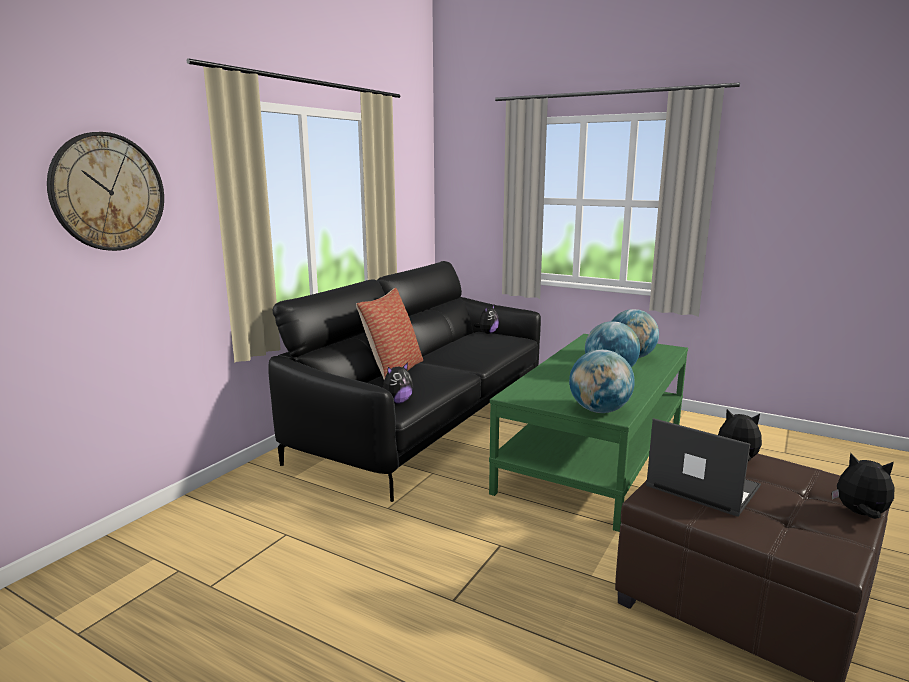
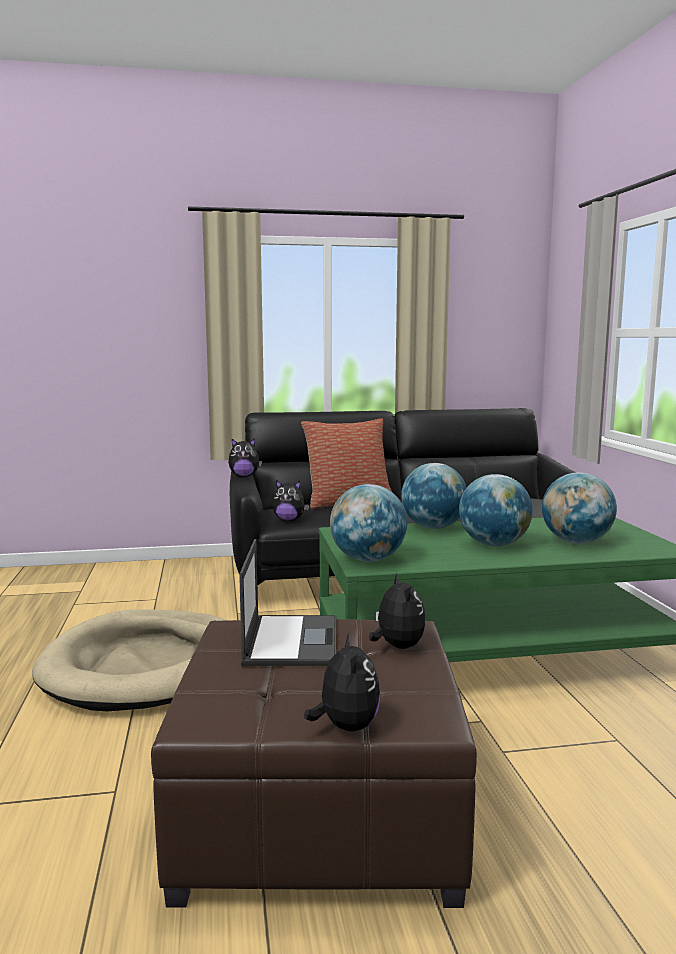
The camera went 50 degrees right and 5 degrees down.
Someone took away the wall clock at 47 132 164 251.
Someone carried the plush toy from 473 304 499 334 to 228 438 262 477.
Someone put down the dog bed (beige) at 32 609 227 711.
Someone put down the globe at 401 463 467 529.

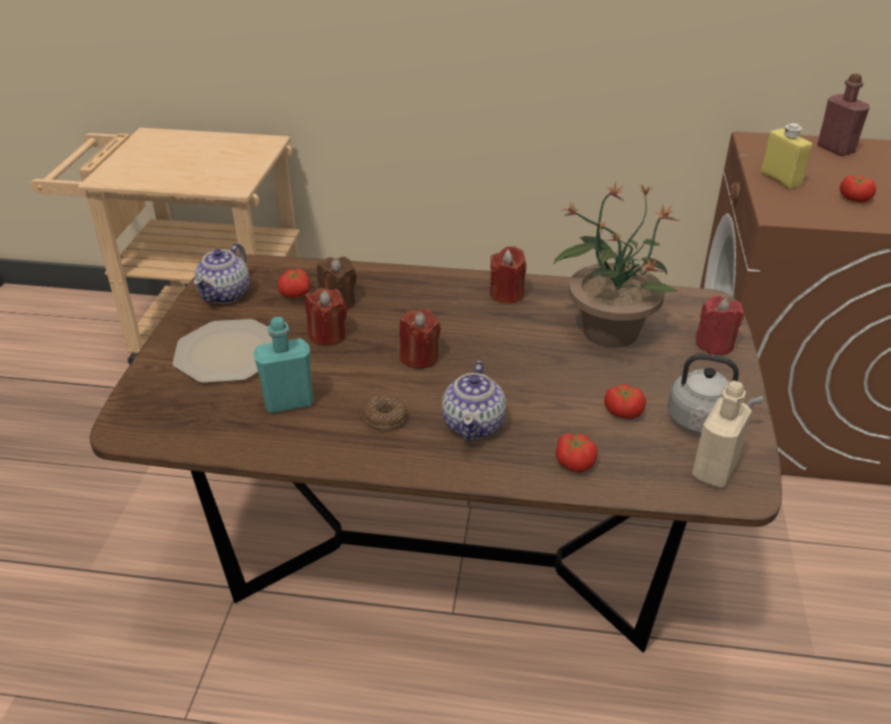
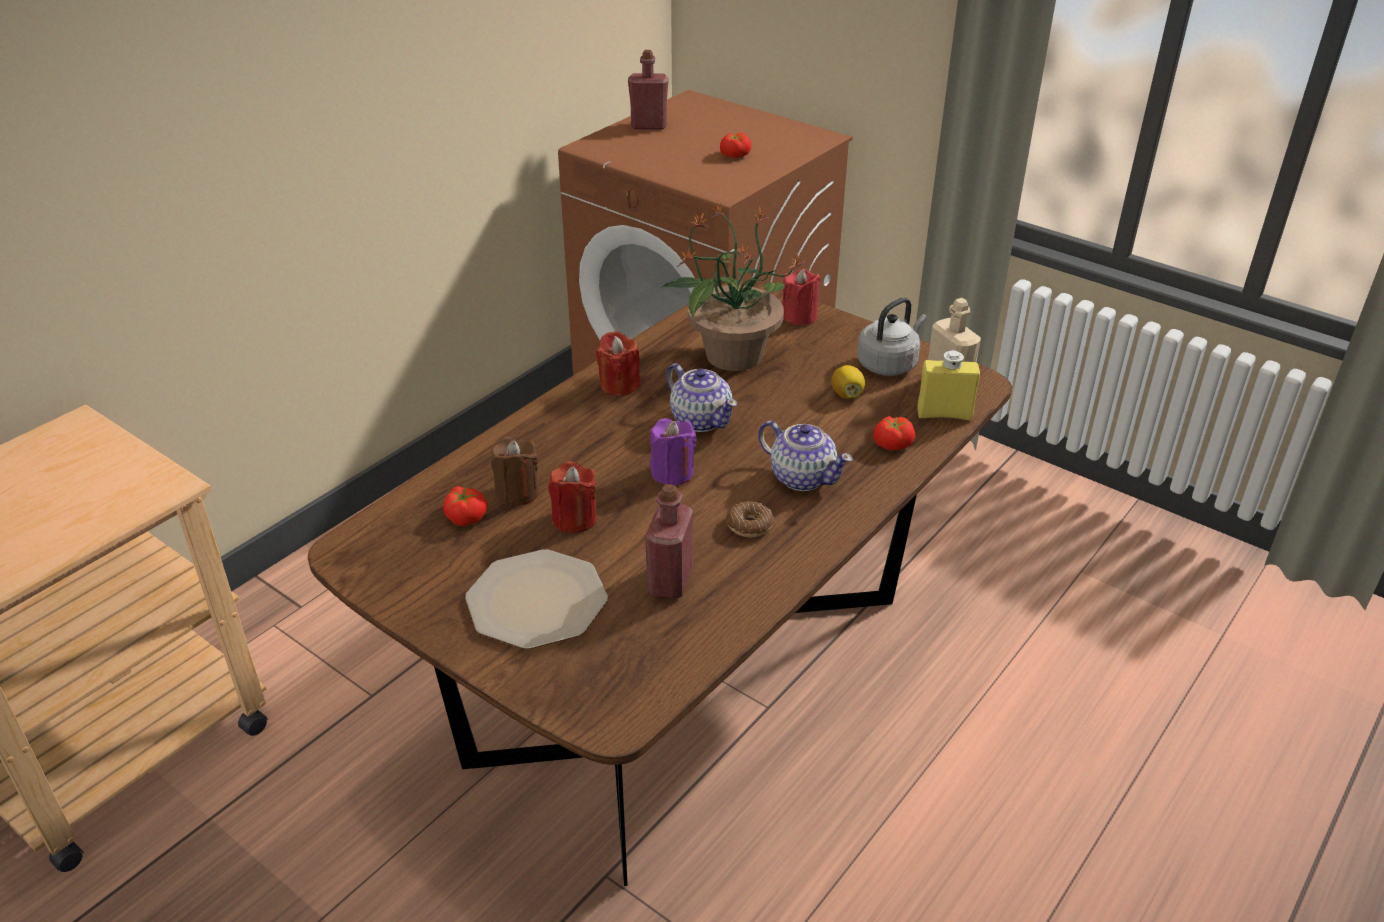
The camera went 60 degrees left and 0 degrees up.
Someone carried the teapot from 193 243 249 304 to 666 363 737 432.
Someone repainted the bottle (turquoise) at 254 317 314 413, which became the bottle (red) at 645 484 693 599.
Someone repainted the candle (red) at 399 309 441 369, which became the candle (purple) at 650 418 697 485.
Someone swapped the tomato at 604 384 646 419 for the lemon at 831 365 865 399.
Someone carried the bottle (yellow) from 761 123 813 189 to 917 350 980 420.

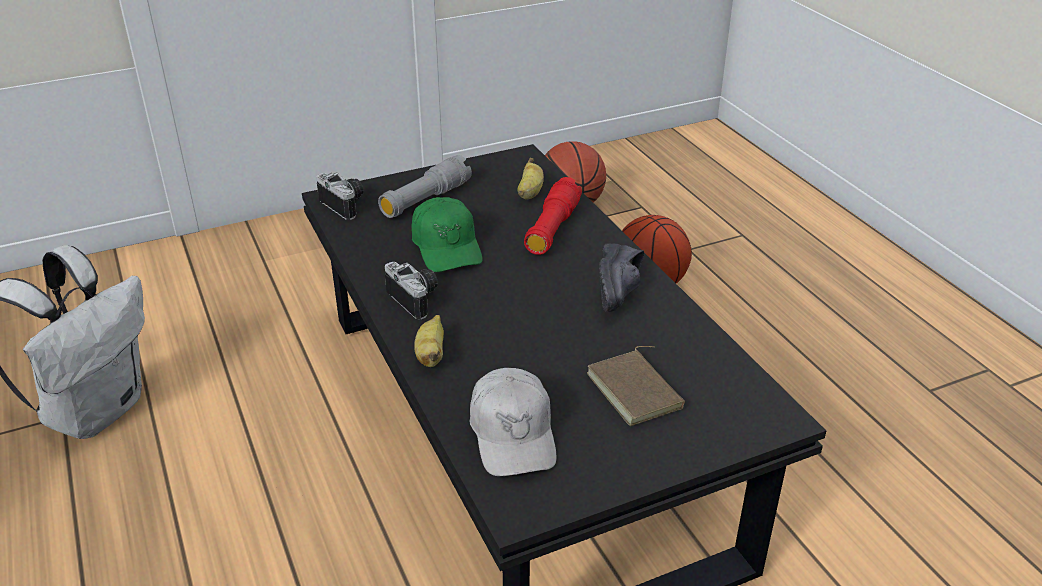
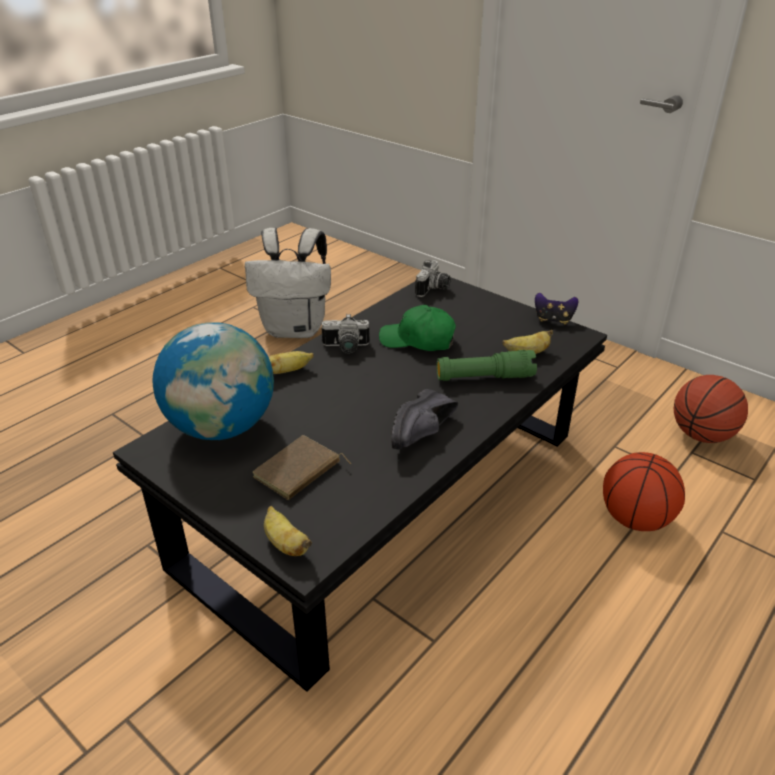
The camera went 65 degrees right and 0 degrees up.
Someone took away the flashlight (grey) at 378 155 472 218.
Someone rotated the photo camera at 385 262 438 320 by 60 degrees clockwise.
Someone rotated the cap (green) at 411 197 483 272 by 60 degrees clockwise.
Someone swapped the cap (white) at 469 368 557 476 for the globe at 152 322 274 440.
Someone repainted the flashlight (red) at 524 177 582 255, which became the flashlight (green) at 436 350 537 381.
Someone rotated the shoe (black) at 599 244 644 312 by 45 degrees counterclockwise.
Someone put down the banana at 264 506 312 556.
Someone put down the game controller at 535 293 578 324.

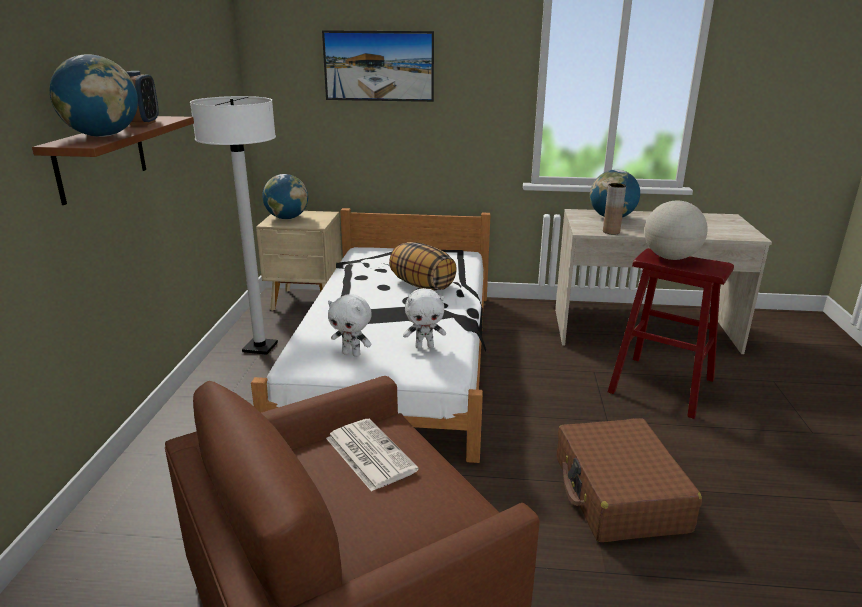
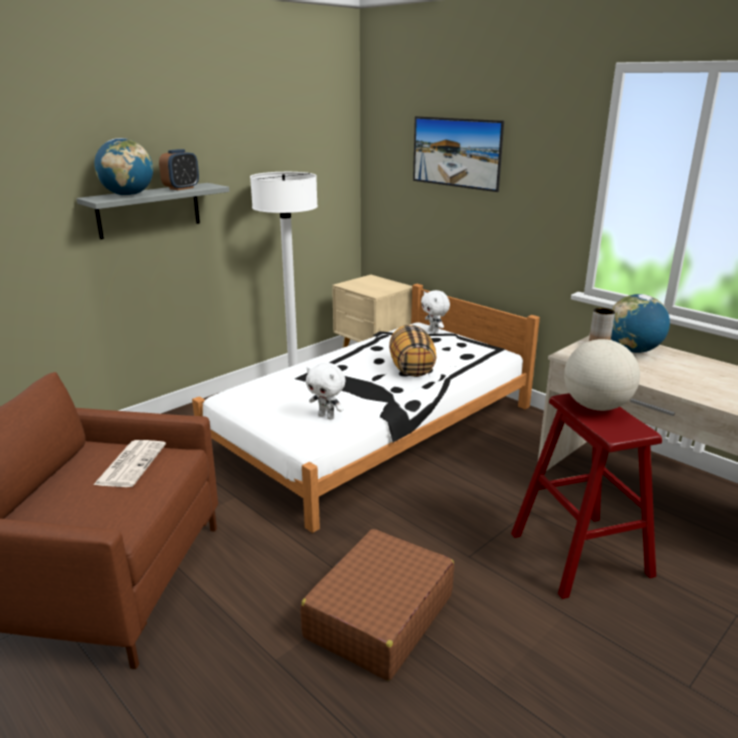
The camera went 40 degrees right and 0 degrees up.
Someone repainted the shelf (brown) at 32 116 194 205, which became the shelf (grey) at 77 183 230 239.
Someone took away the globe at 262 174 308 219.
Someone carried the plush toy (white) from 328 294 372 357 to 421 290 450 334.

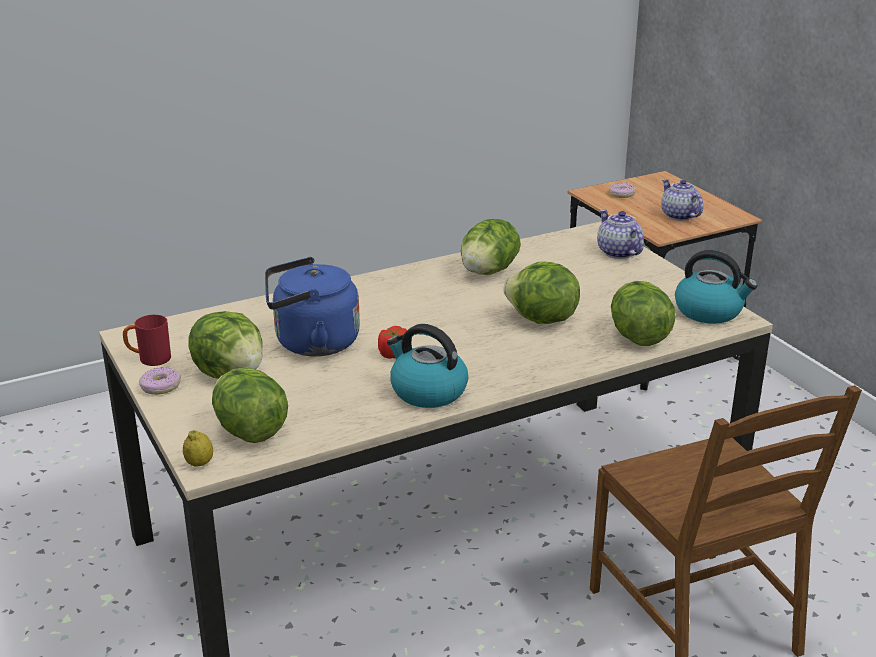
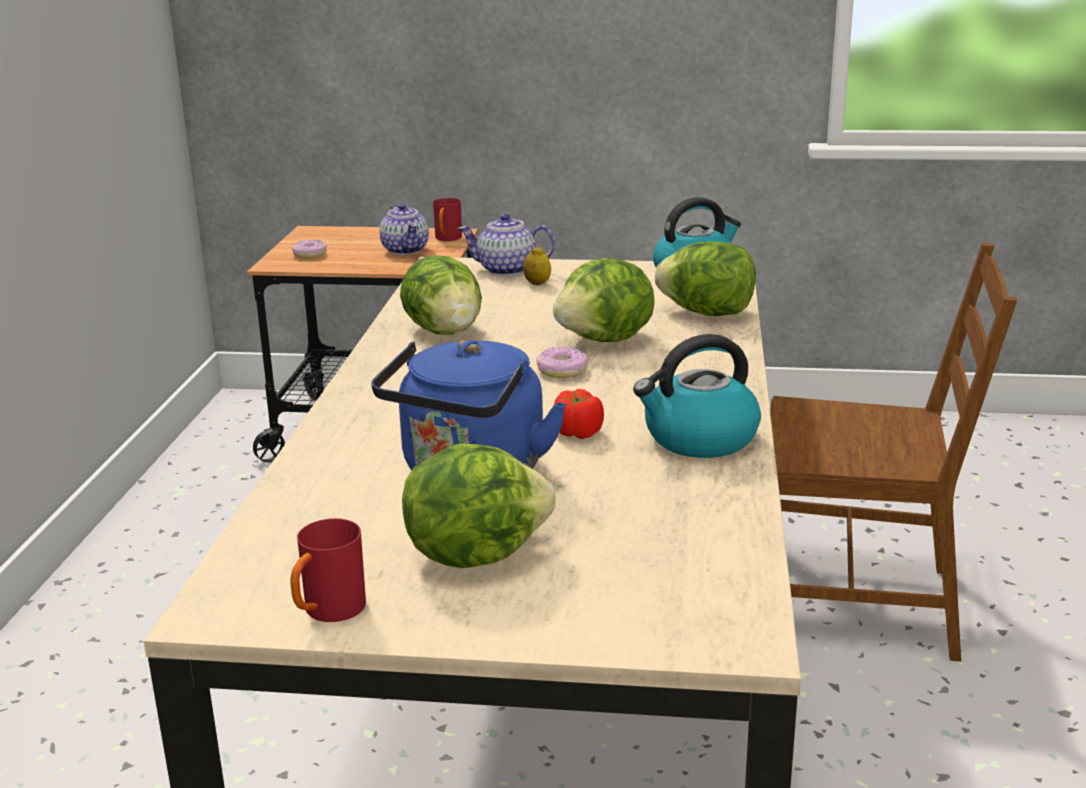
The camera went 55 degrees left and 5 degrees down.
Someone carried the donut from 139 367 181 395 to 536 347 588 378.
Someone carried the lemon from 183 430 213 467 to 523 246 551 285.
Someone took away the lettuce at 212 367 288 443.
Someone rotated the teapot at 661 179 703 221 by 120 degrees counterclockwise.
Someone put down the mug (red) at 433 198 462 241.

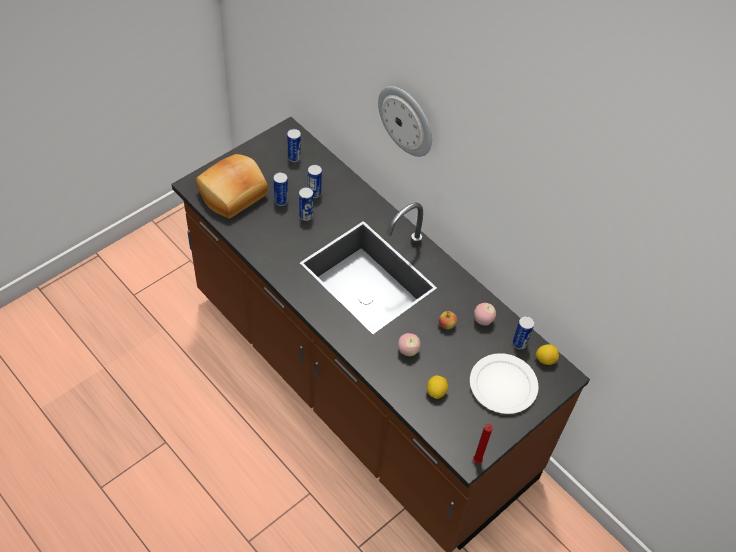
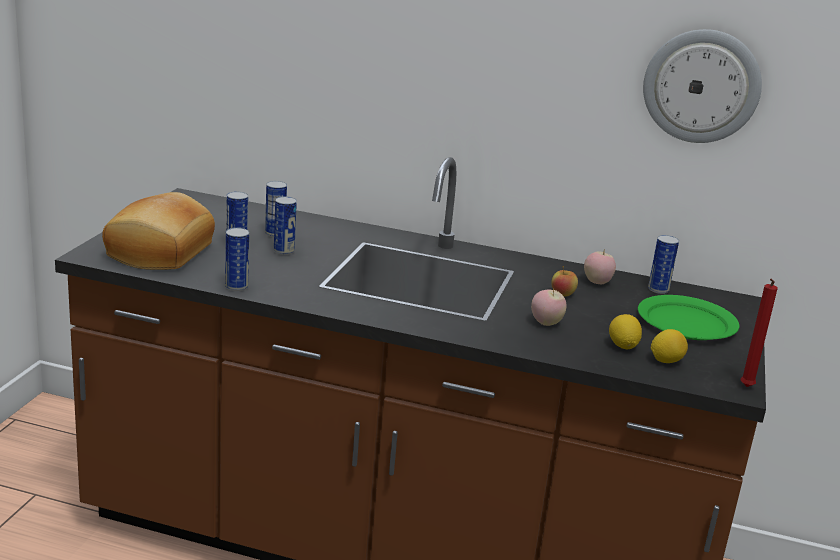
The camera went 30 degrees left and 30 degrees down.
Someone carried the can from 287 129 301 162 to 225 228 249 291.
Someone carried the wall clock from 378 86 432 157 to 643 29 762 143.
Someone repainted the plate (white) at 470 353 538 414, which became the plate (green) at 638 295 739 340.
Someone carried the lemon from 536 344 559 365 to 651 329 688 363.

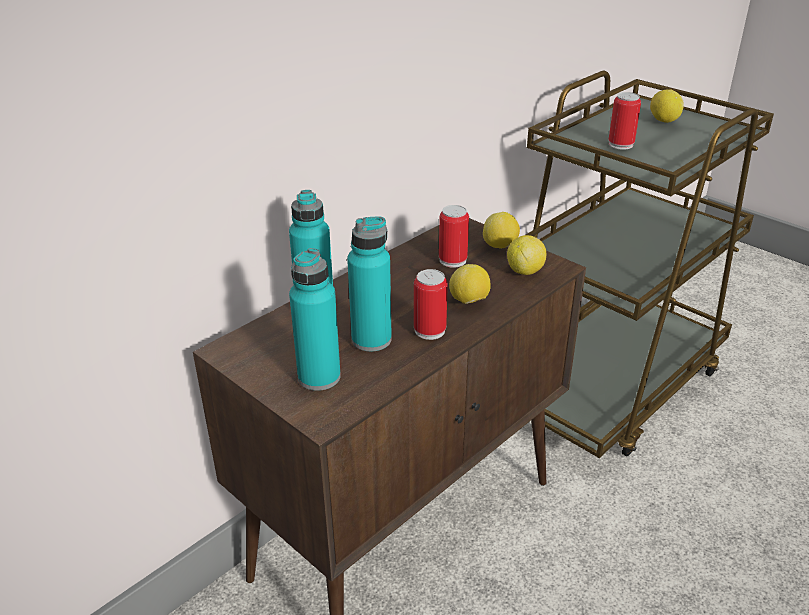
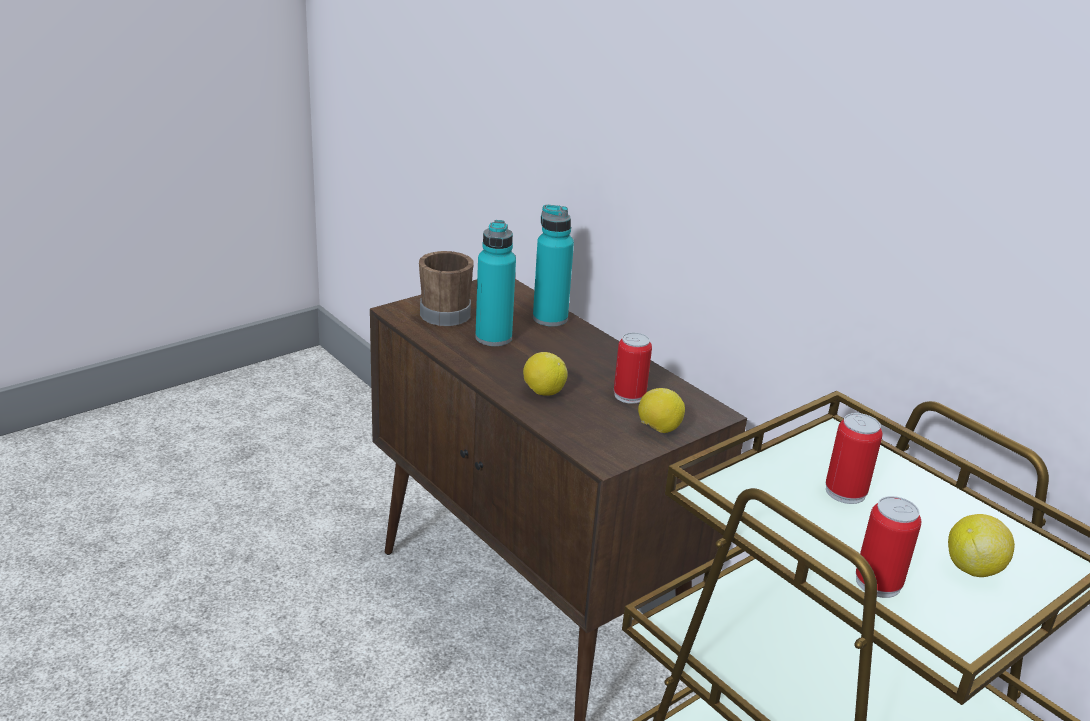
The camera went 95 degrees right and 5 degrees down.
Someone swapped the bottle (turquoise) at 289 248 341 391 for the mug (brown) at 419 251 474 327.
Someone carried the can from 414 269 448 340 to 856 496 921 598.
Someone took away the lemon at 507 235 546 275.

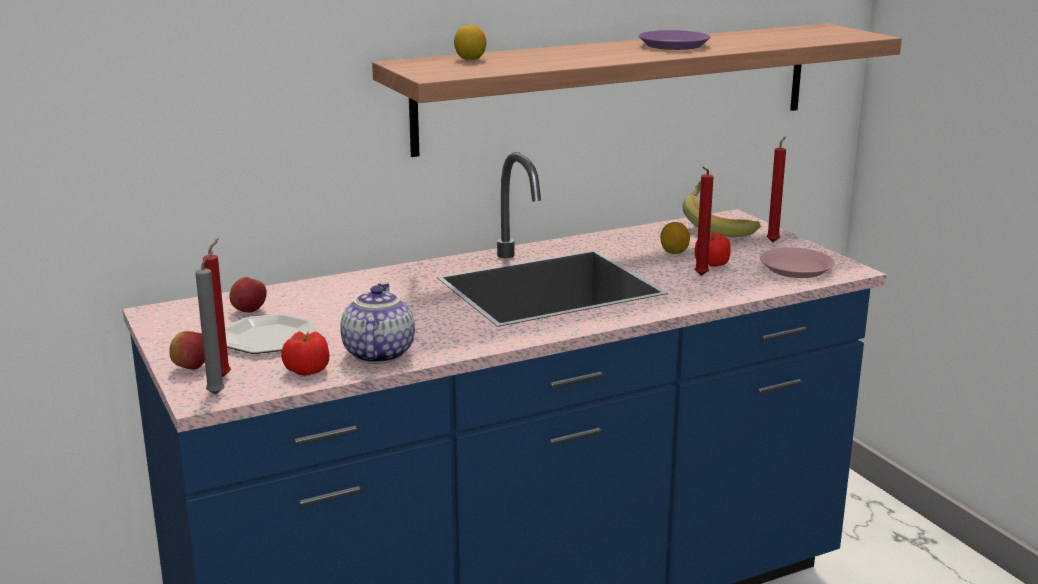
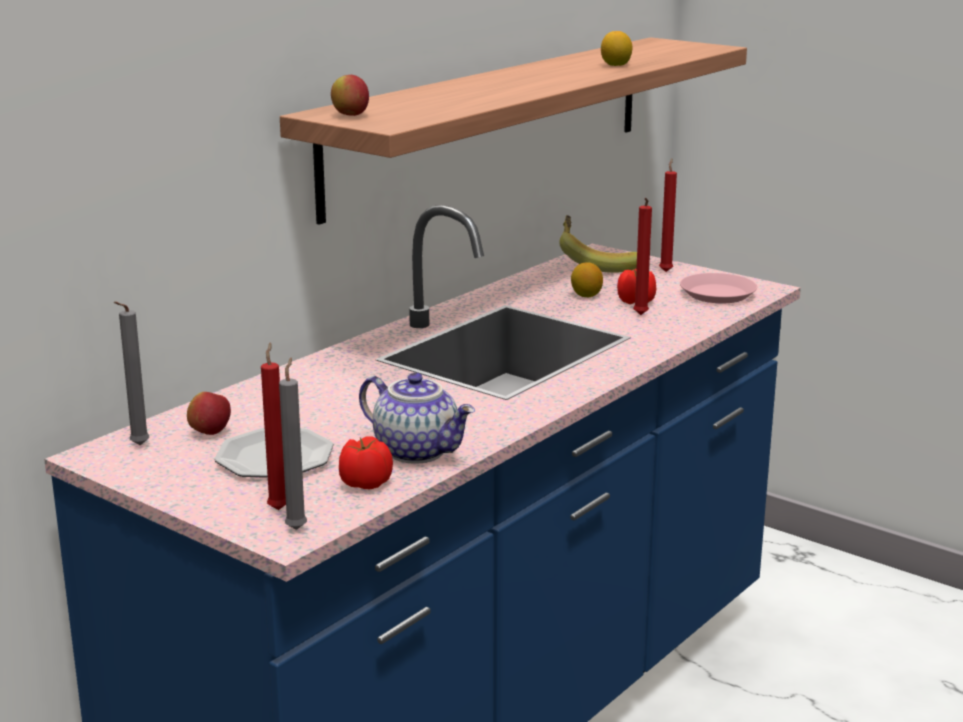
The camera went 25 degrees left and 0 degrees up.
Someone carried the apple from 169 331 205 370 to 331 75 369 116.
Someone rotated the teapot at 340 283 415 364 by 150 degrees clockwise.
Someone carried the lemon from 454 25 486 60 to 601 31 632 66.
Someone took away the plate (purple) at 639 30 710 50.
Someone put down the candle (grey) at 114 302 149 445.

